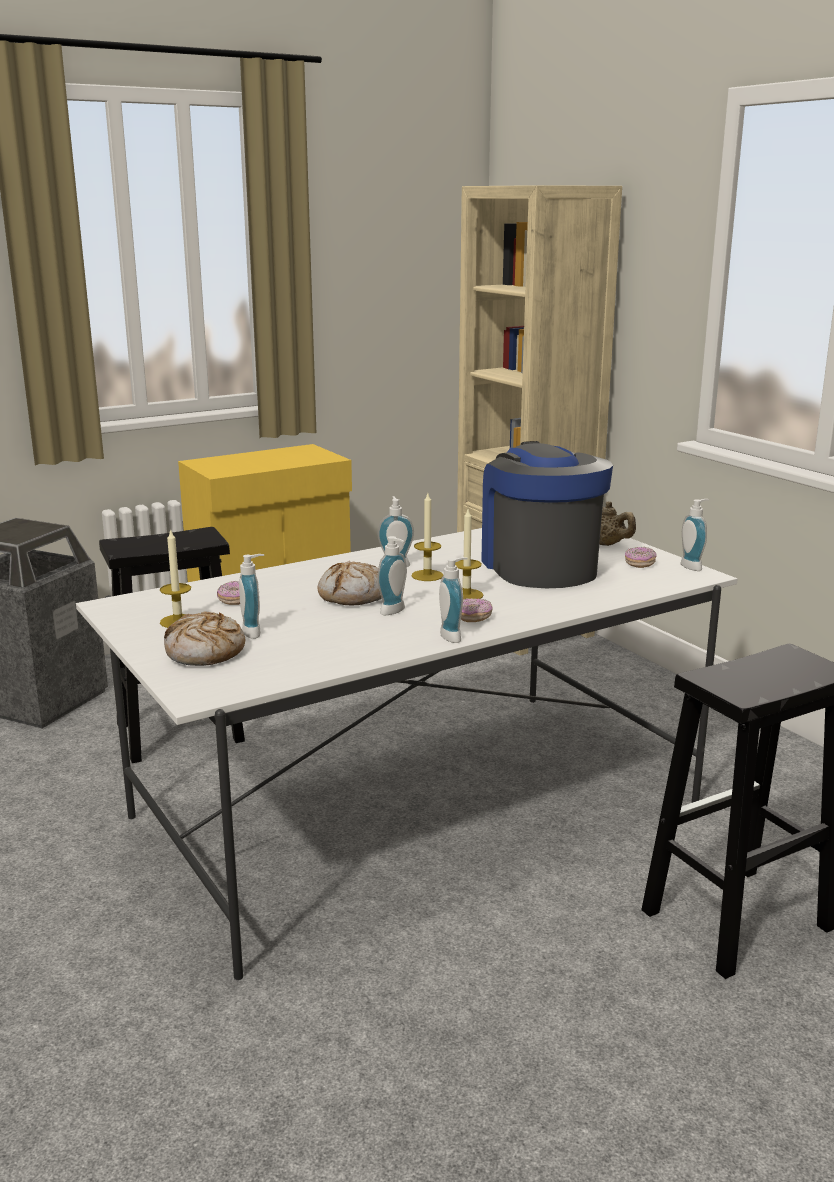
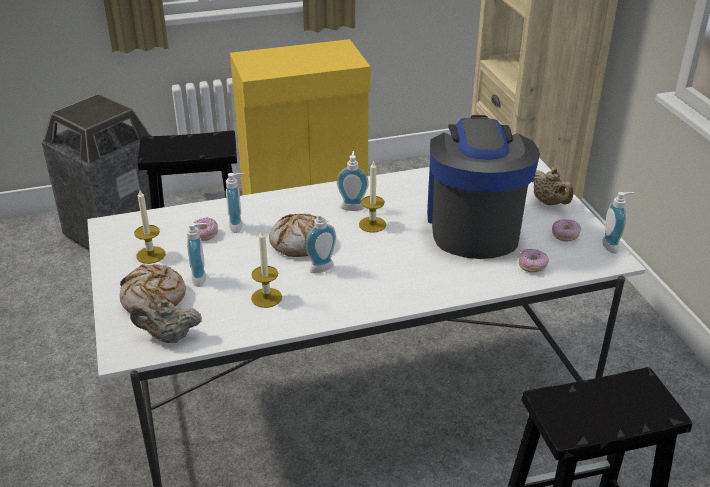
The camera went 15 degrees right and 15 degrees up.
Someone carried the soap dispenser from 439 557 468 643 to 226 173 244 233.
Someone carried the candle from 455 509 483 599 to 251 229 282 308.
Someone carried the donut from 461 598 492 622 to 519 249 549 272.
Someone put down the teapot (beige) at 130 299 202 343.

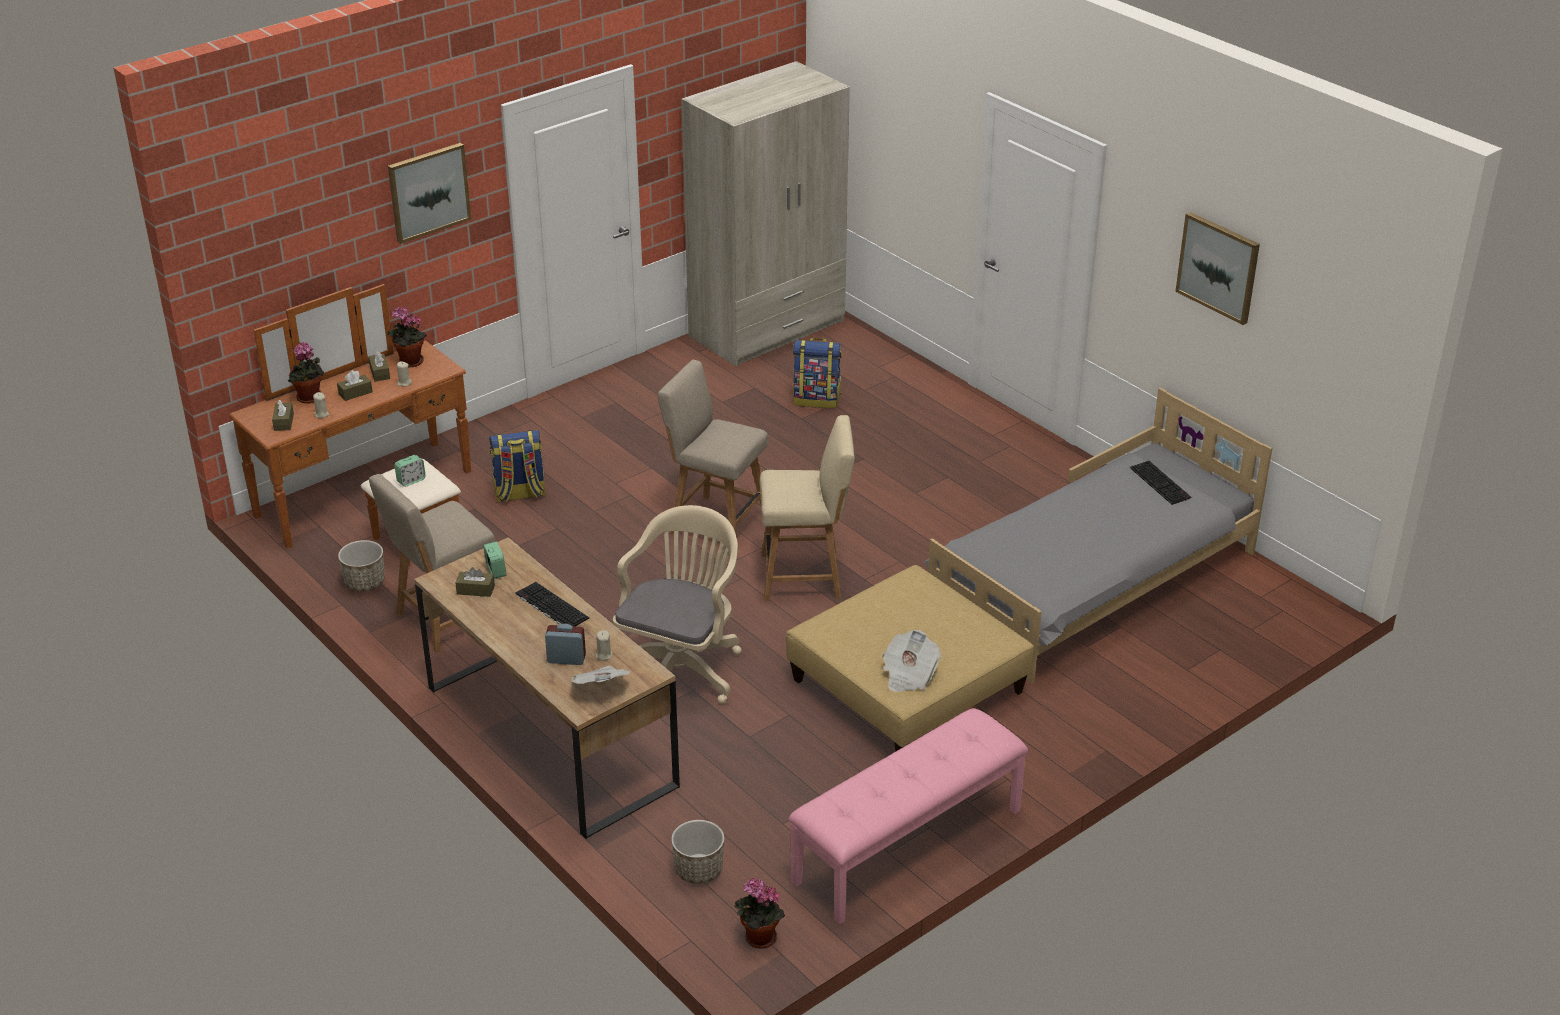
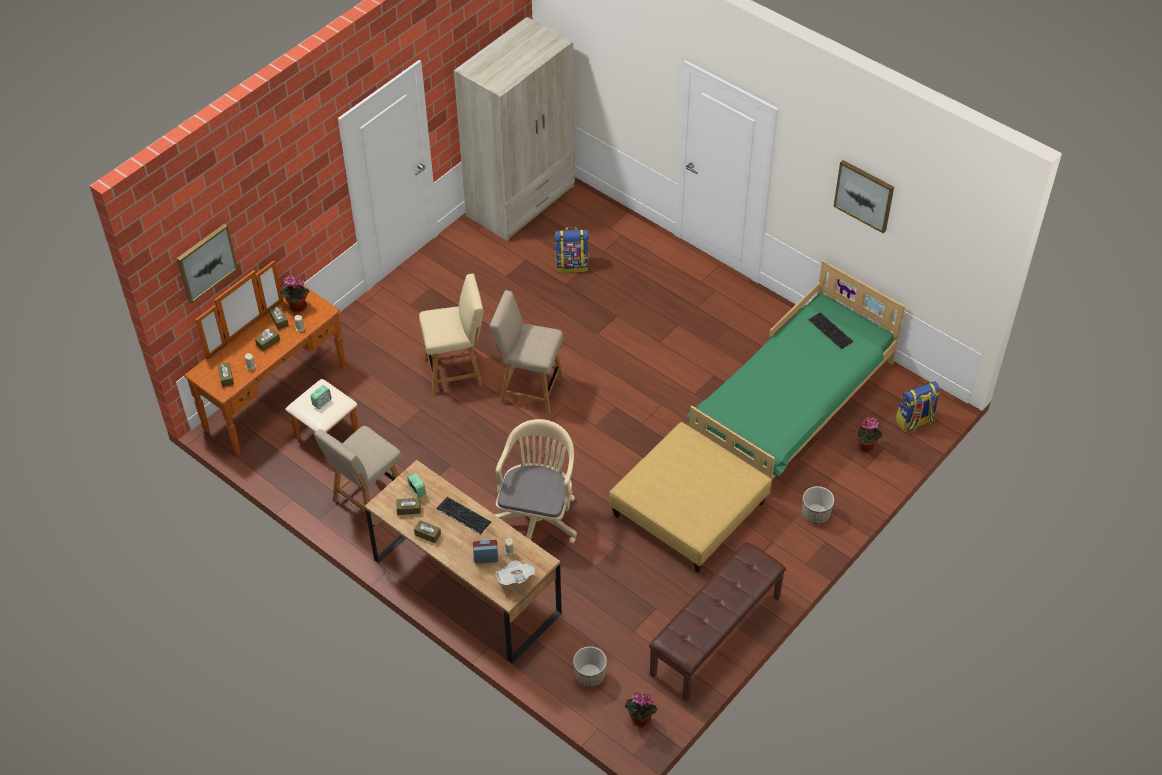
The camera went 10 degrees left and 15 degrees up.
Someone carried the potted plant from 288 342 324 404 to 856 417 883 453.
Someone carried the planter from 338 540 385 592 to 802 486 834 524.
Someone carried the picture from 388 143 471 244 to 177 223 238 304.
Someone carried the backpack from 489 430 546 502 to 896 381 940 432.
Someone carried the chair (beige) from 760 415 855 601 to 419 273 483 395.
Someone repainted the bench (pink) at 788 708 1028 925, which became the bench (brown) at 649 542 786 701.
Someone took away the newspaper at 883 630 941 692.
Someone repainted the bed (grey) at 925 387 1272 684, which became the bed (green) at 686 260 905 494.
Someone put down the tissue box (brown) at 414 520 441 543.

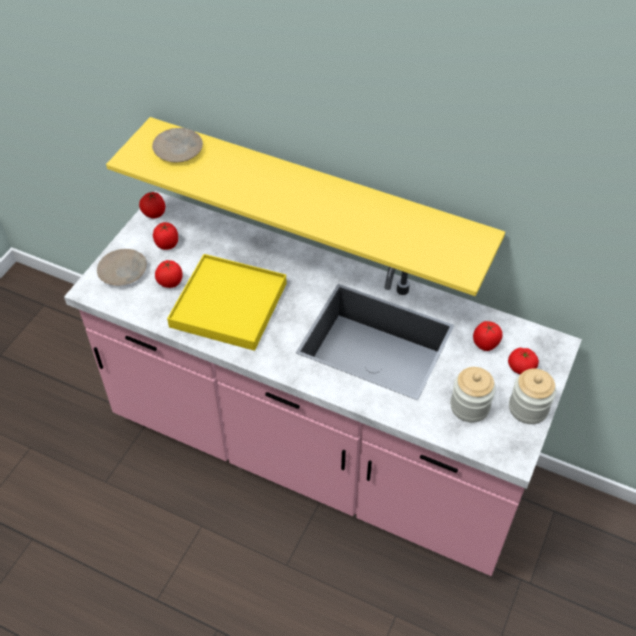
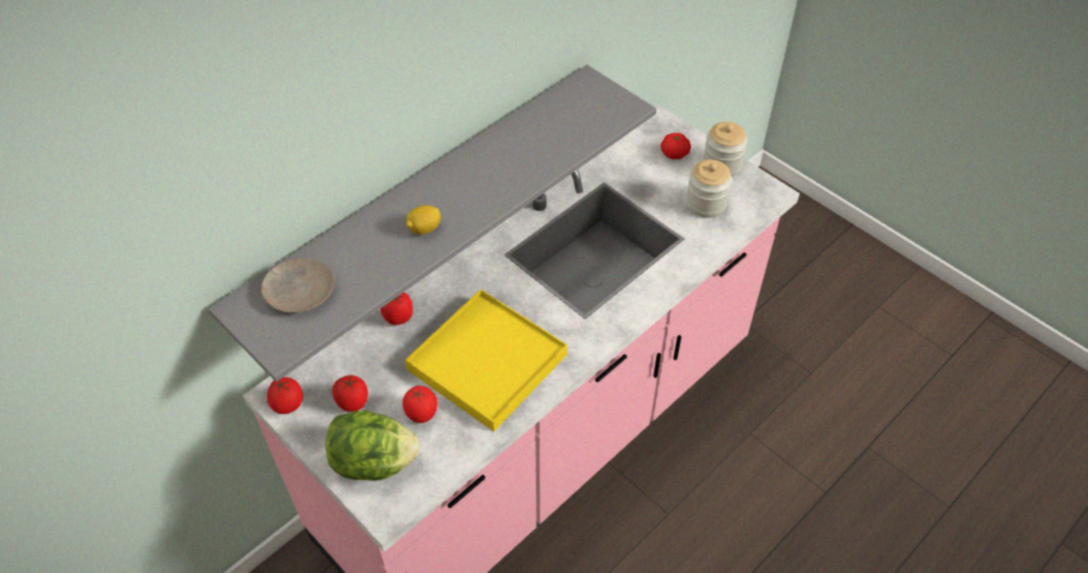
The camera went 70 degrees left and 0 degrees up.
Someone swapped the plate (beige) at 97 249 147 286 for the lettuce at 326 410 420 481.
Someone repainted the shelf (yellow) at 106 117 505 296, which became the shelf (grey) at 208 65 656 382.
Someone carried the tomato from 473 321 502 351 to 380 292 413 325.
Someone put down the lemon at 406 205 441 234.

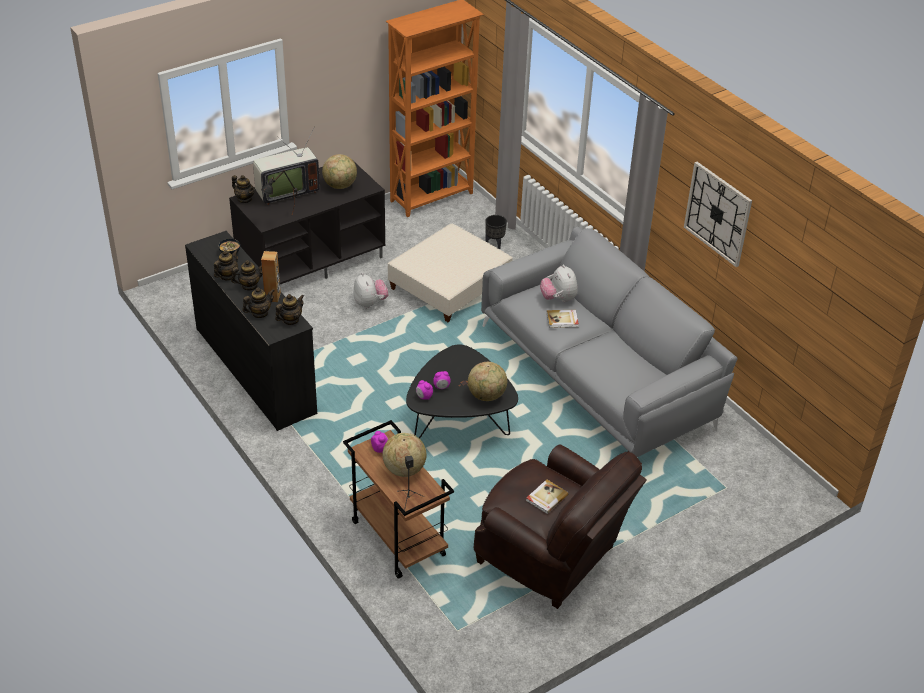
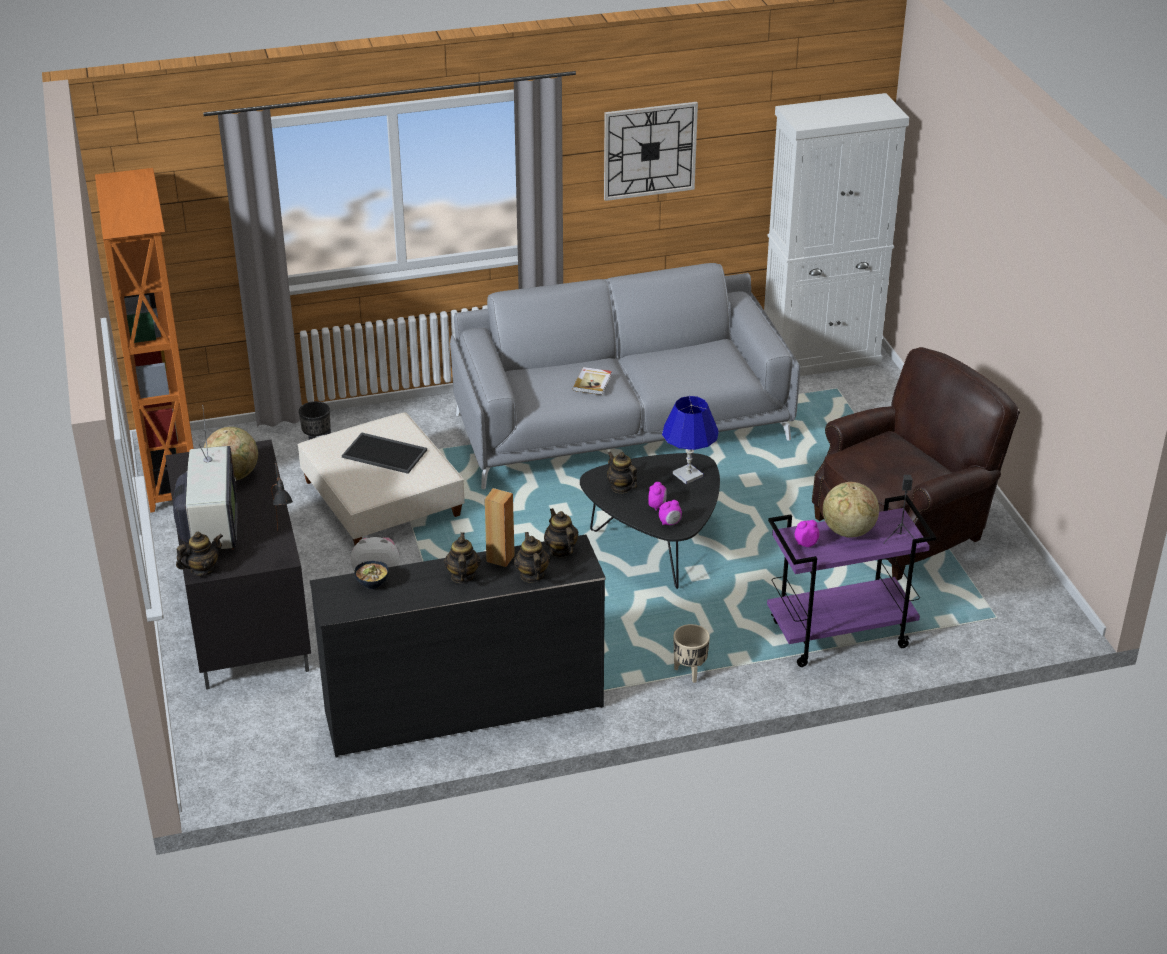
The camera went 70 degrees left and 5 degrees down.
Someone carried the teapot from 214 250 238 281 to 607 451 637 493.
Someone repainted the cart (brown) at 343 420 454 579, which became the cart (purple) at 767 495 936 667.
Someone swapped the globe at 468 362 507 401 for the table lamp (blue) at 662 396 719 484.
Someone took away the book at 526 479 569 514.
Someone took away the plush toy at 540 264 578 302.
Someone put down the tray at 342 433 427 474.
Someone put down the planter (beige) at 673 624 710 683.
Someone put down the cabinet (white) at 764 93 909 376.

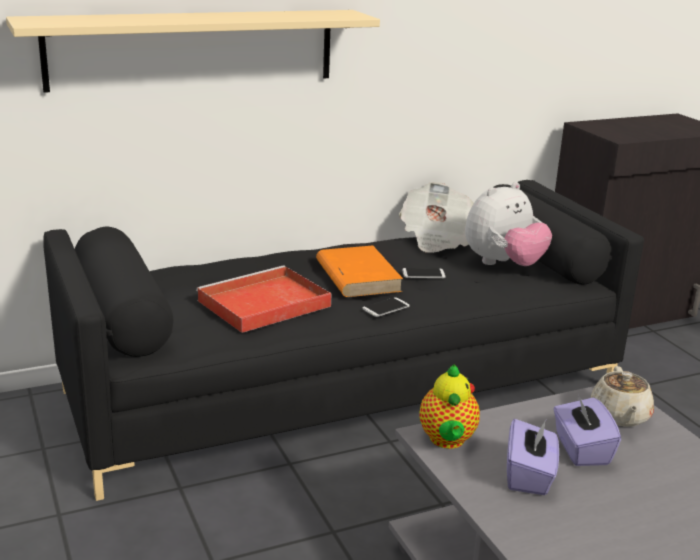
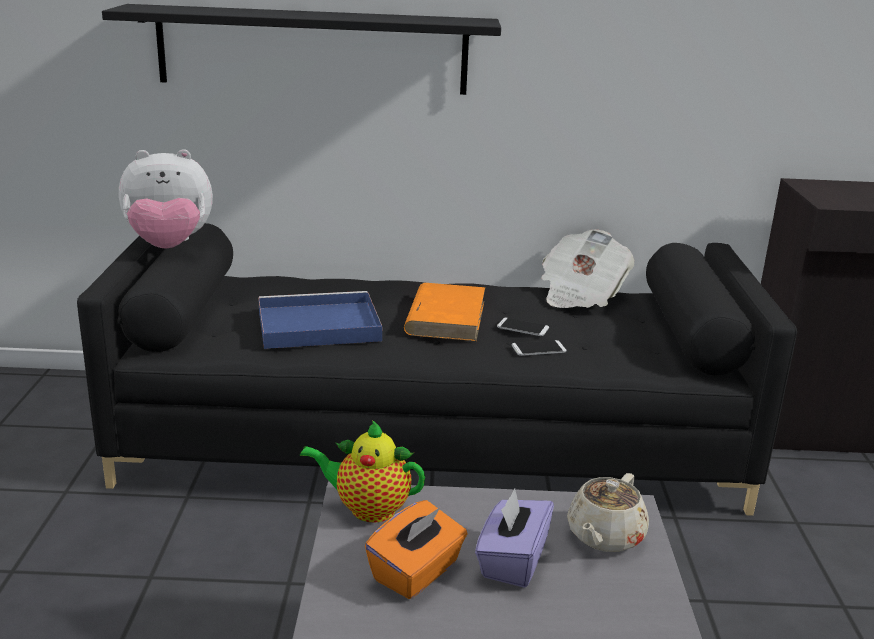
The camera went 25 degrees right and 0 degrees up.
Someone repainted the shelf (beige) at 6 10 380 93, which became the shelf (black) at 102 4 501 95.
Someone repainted the tray (red) at 196 265 332 333, which became the tray (blue) at 258 291 382 349.
Someone carried the phone from 362 297 410 317 to 511 340 566 356.
Someone rotated the teapot at 419 364 480 449 by 75 degrees clockwise.
Someone carried the plush toy from 465 182 552 266 to 119 149 213 249.
Someone repainted the tissue box (purple) at 507 419 559 495, which became the tissue box (orange) at 365 500 467 599.

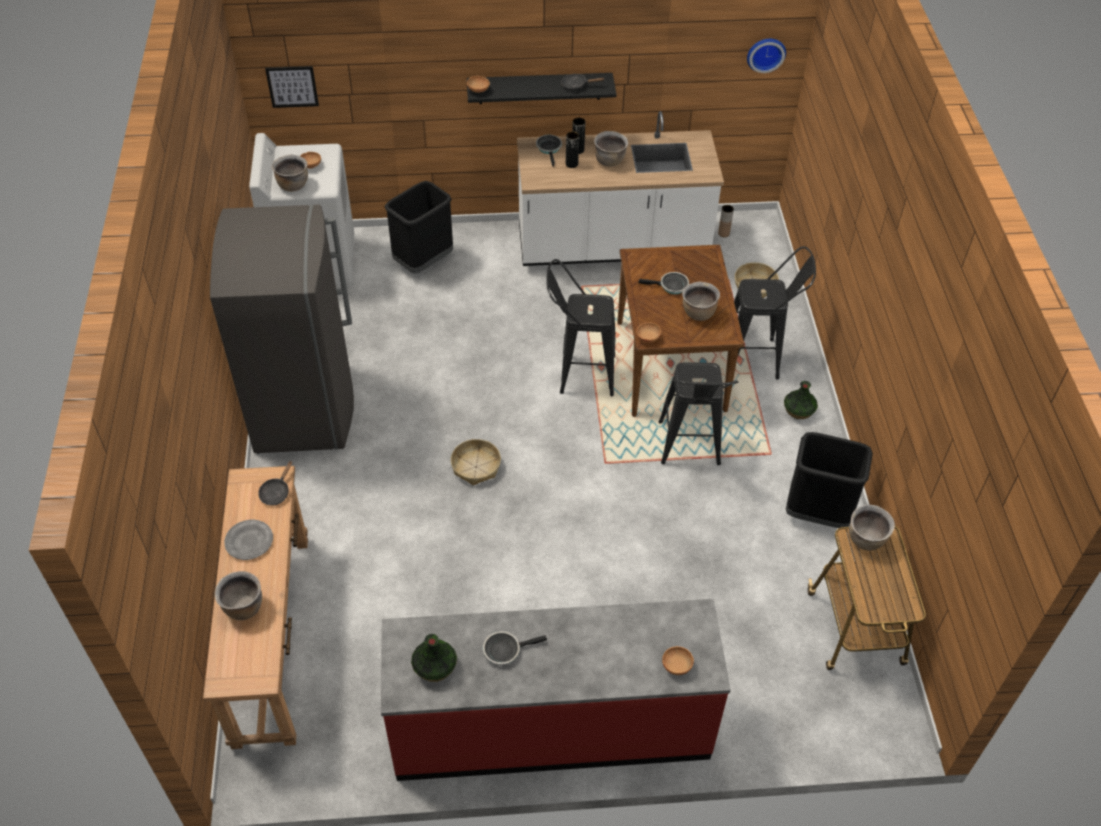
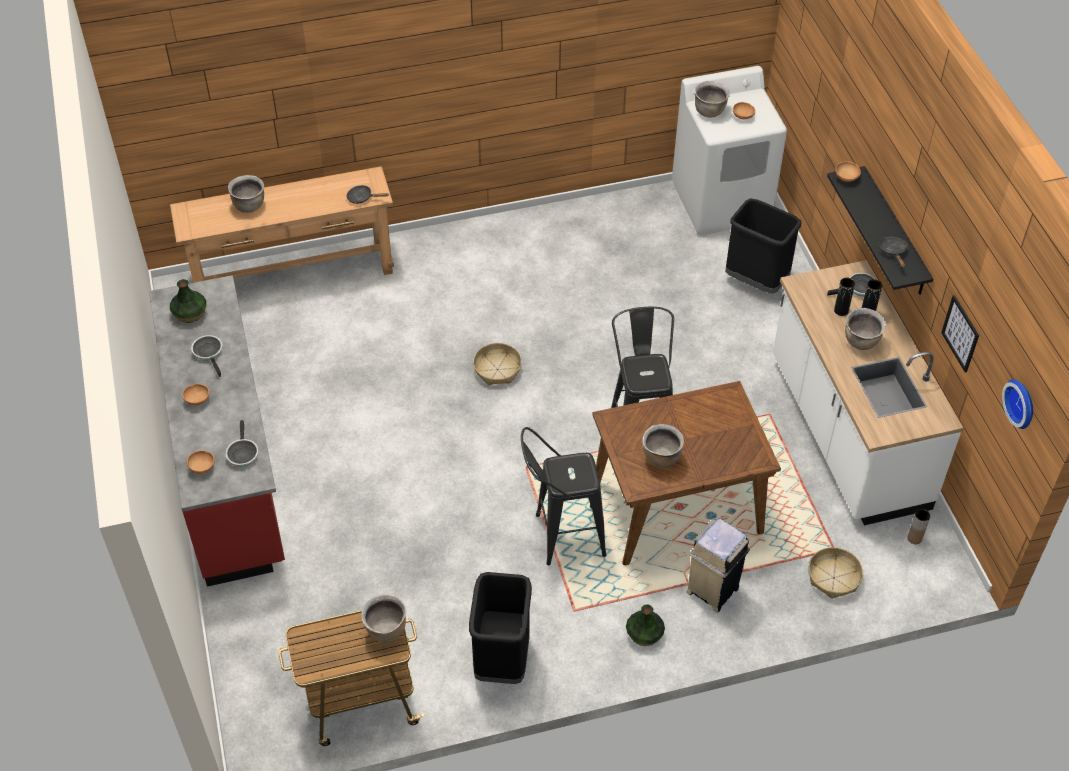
The camera went 80 degrees right and 0 degrees up.
Someone took away the fridge (grey) at 210 204 354 454.
Someone took away the plate (grey) at 224 520 273 560.
Someone carried the picture from 265 66 319 108 to 941 295 979 373.
Someone carried the bowl (brown) from 636 322 661 342 to 182 384 209 406.
Someone carried the frying pan from 638 272 689 294 to 225 420 259 467.
Someone swapped the stool (black) at 734 246 816 379 for the trash can (beige) at 686 518 750 613.

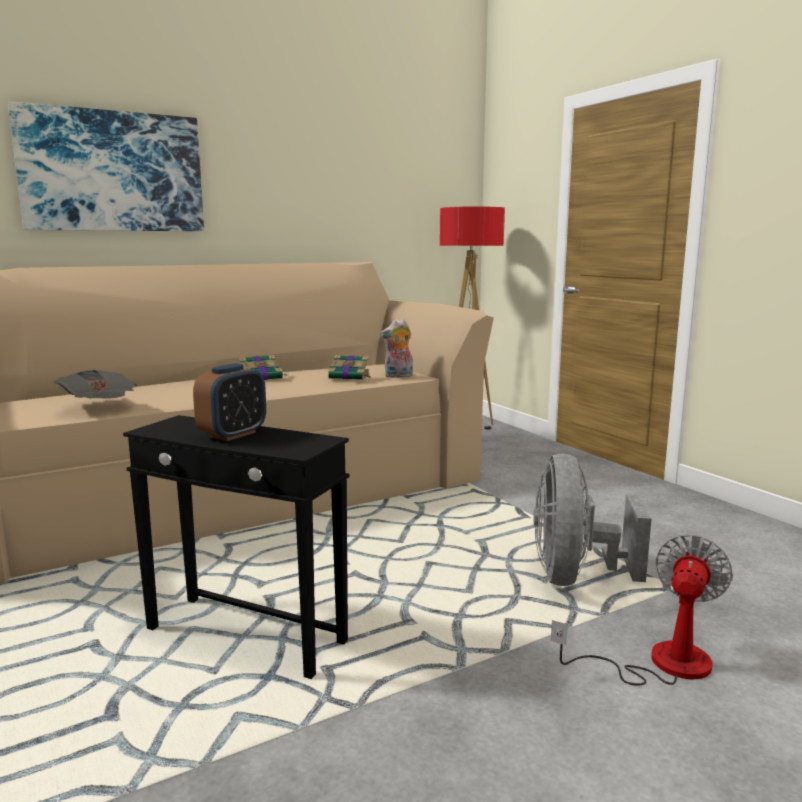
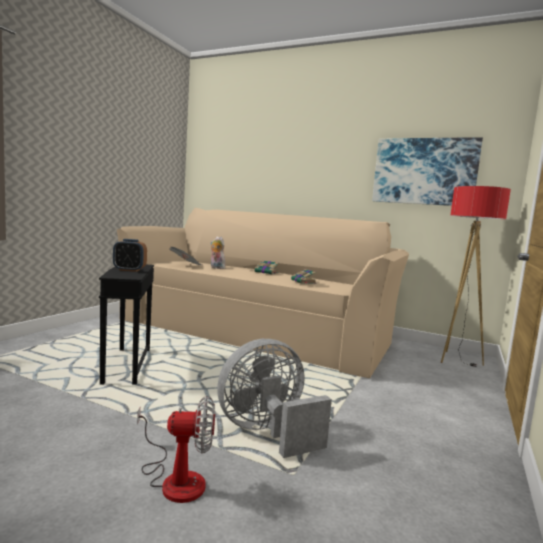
The camera went 55 degrees right and 5 degrees down.
Someone carried the picture from 8 101 204 231 to 372 137 483 206.
Someone carried the plush toy from 380 319 413 378 to 211 236 225 269.

